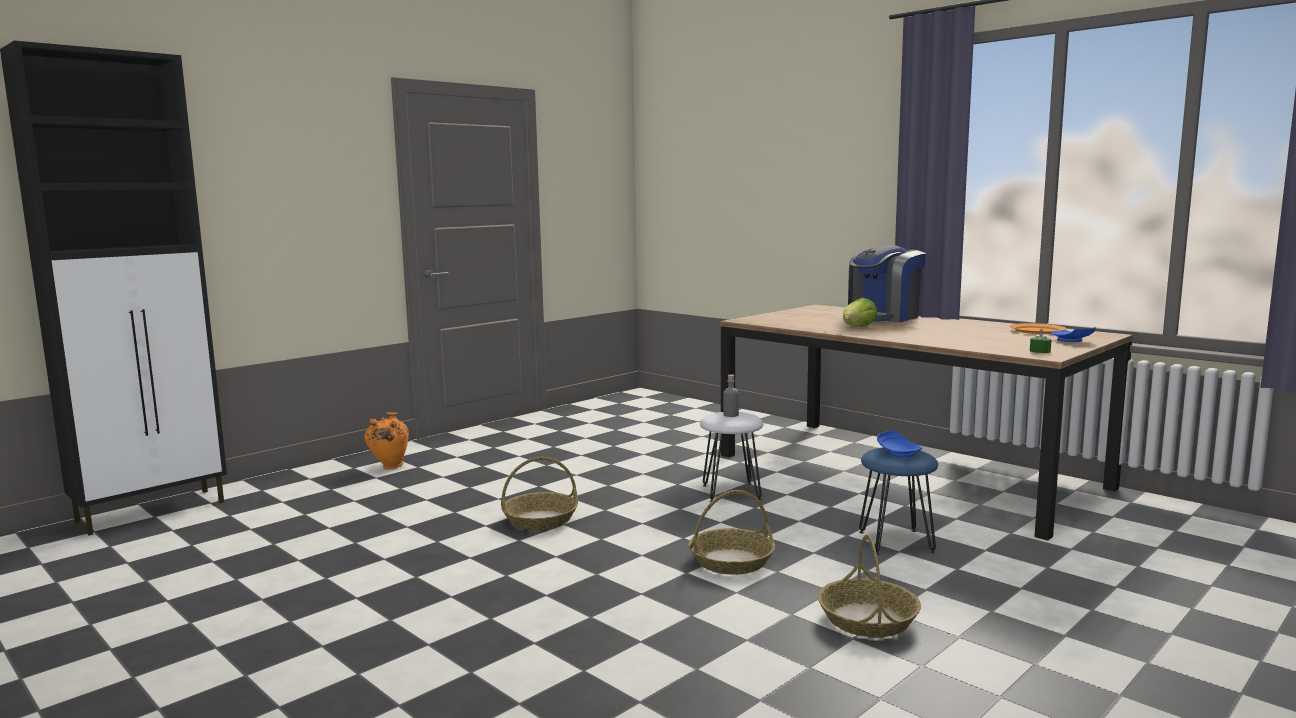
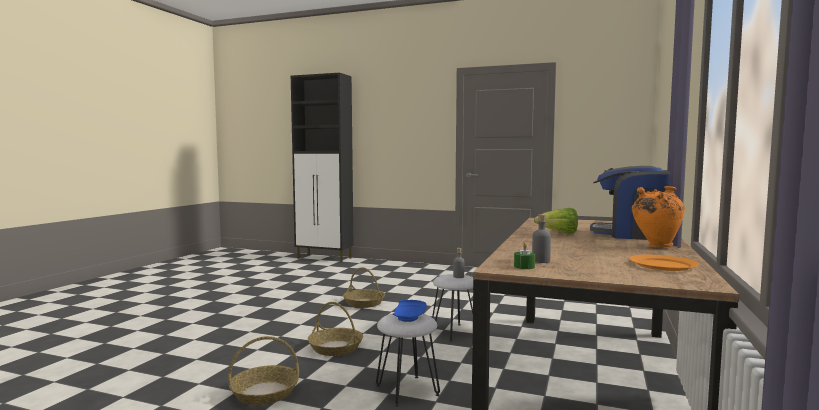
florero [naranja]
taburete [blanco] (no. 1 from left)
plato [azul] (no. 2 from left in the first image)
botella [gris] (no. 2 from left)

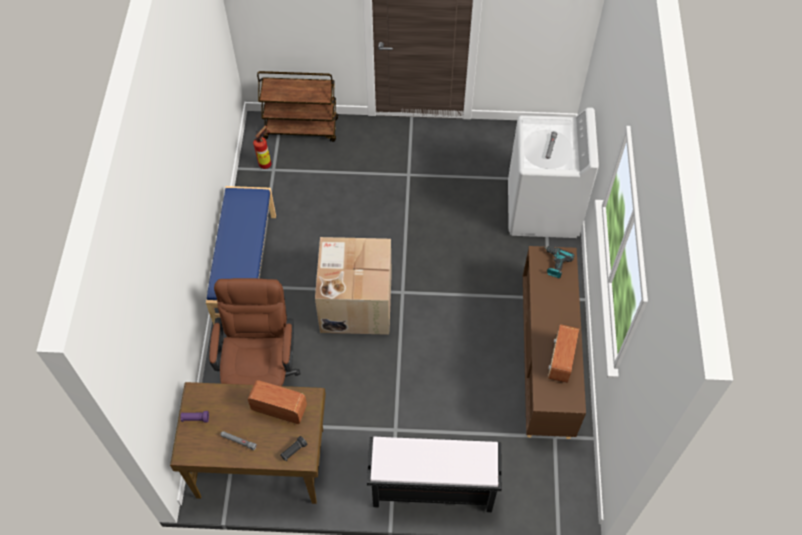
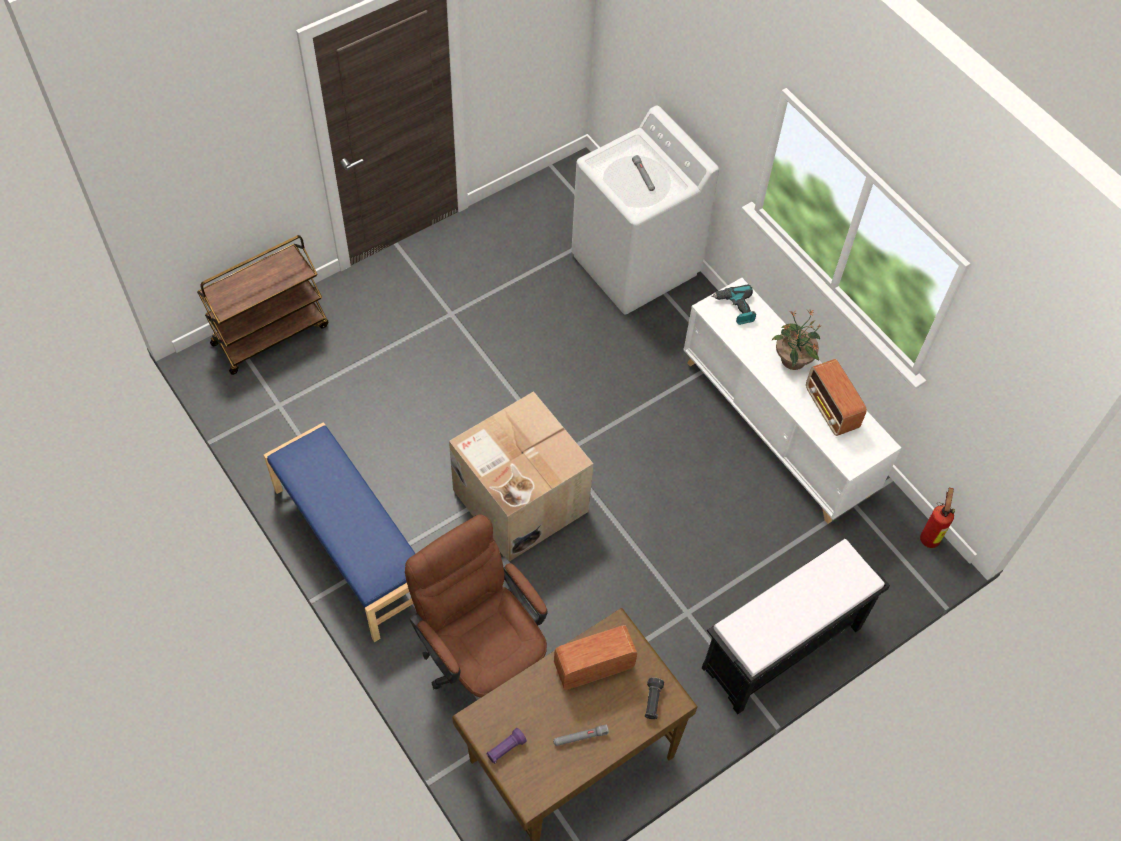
extintor
armario [blanco]
planta en maceta

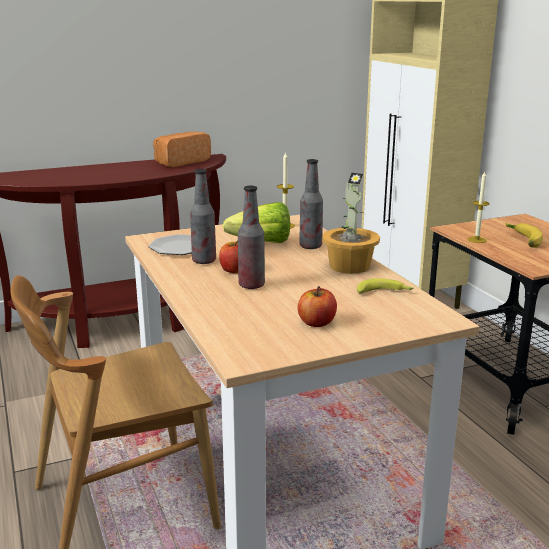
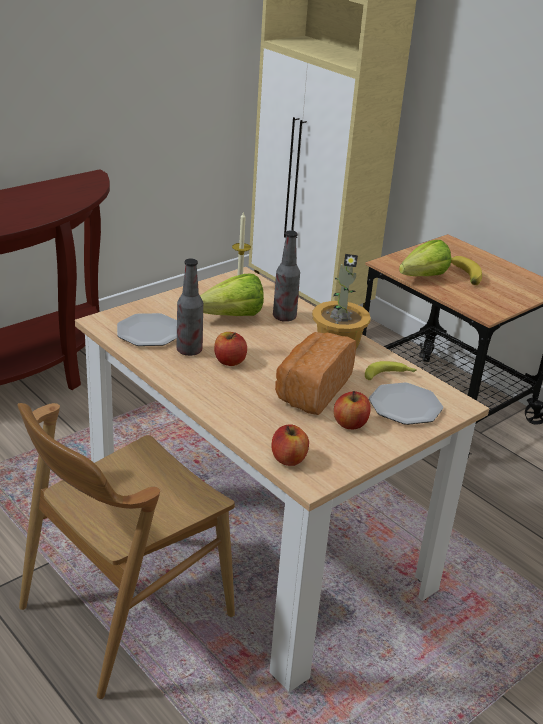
pan
botella (no. 2 from left in the first image)
lechuga (no. 2 from left)
manzana (no. 2 from left)
plato (no. 2 from left)

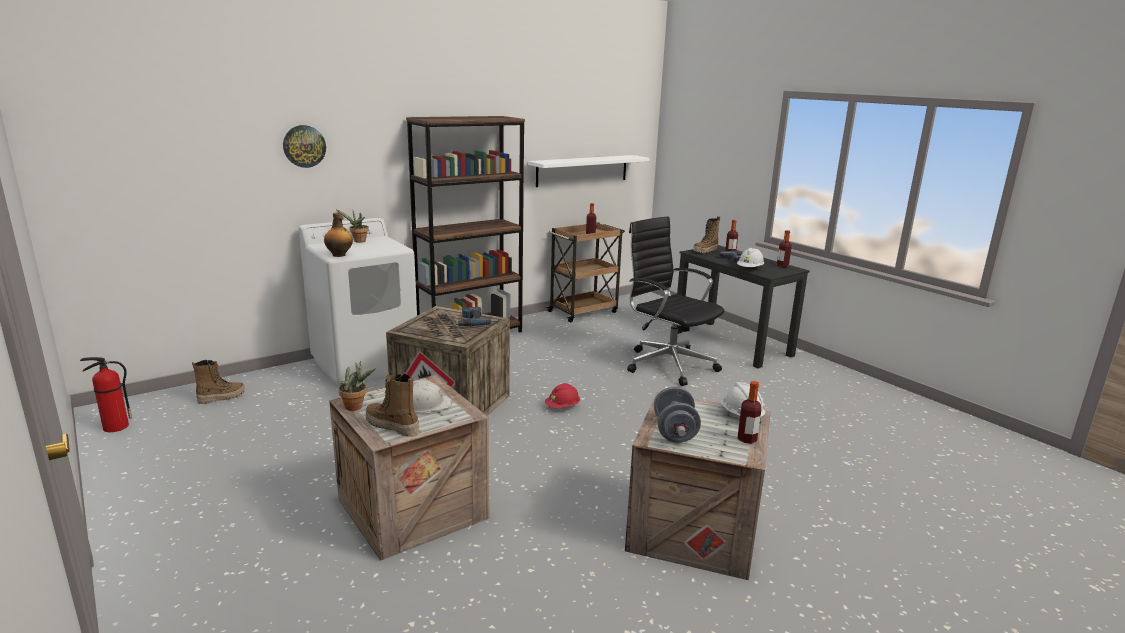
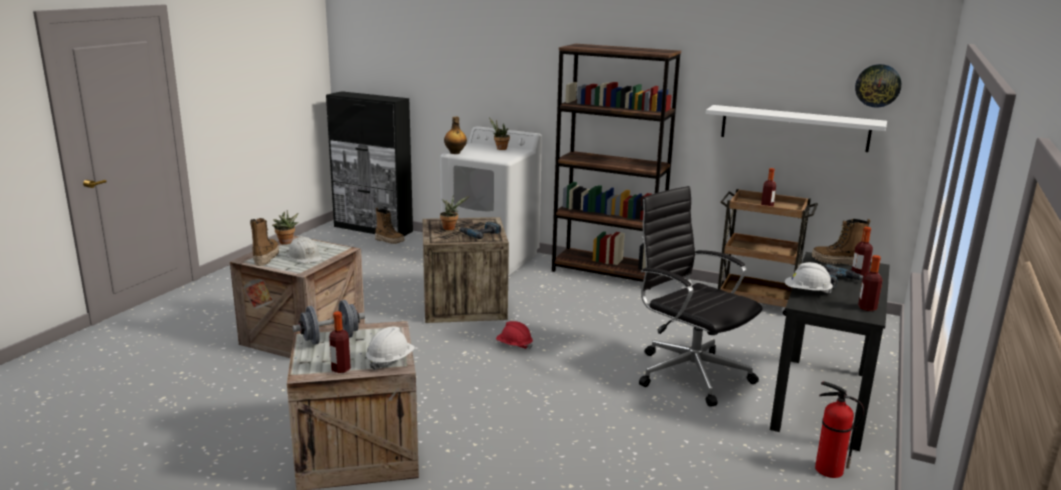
extintor
reloj de pared
silla de oficina [negro]
armario [negro]
planta en maceta (no. 2 from left)

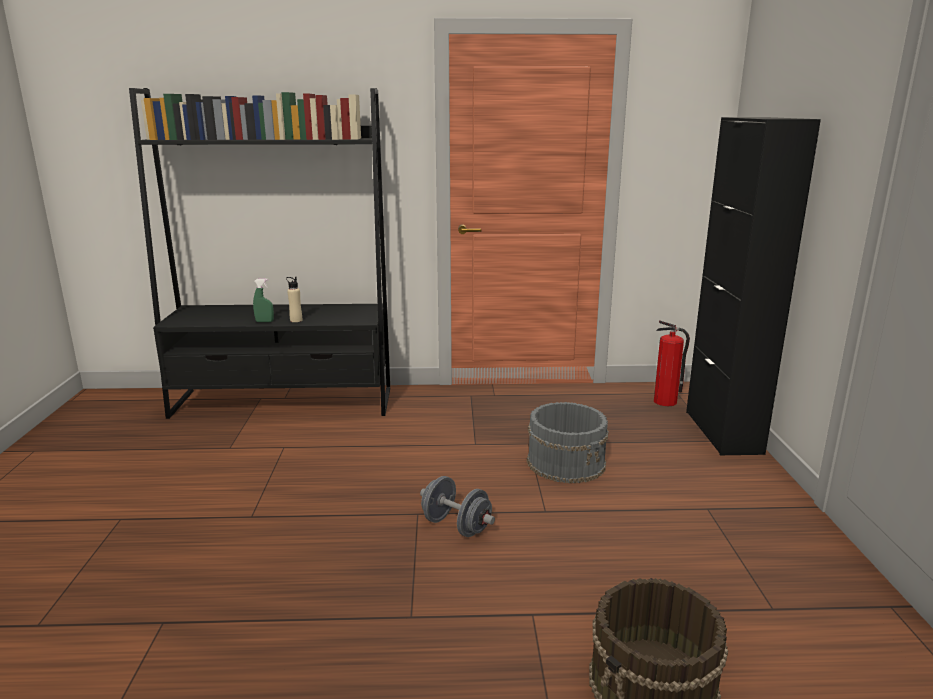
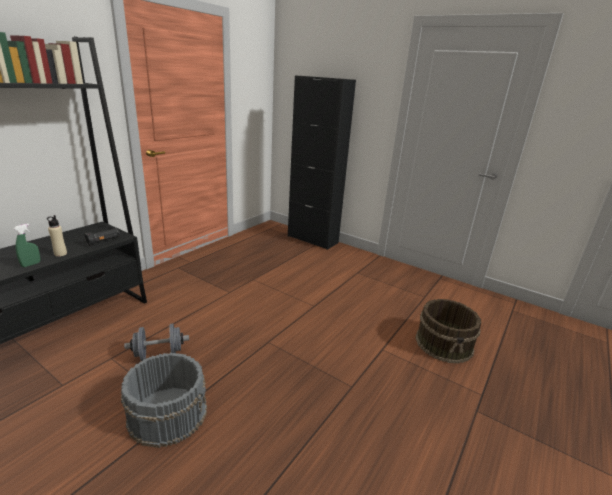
mancuerna [gris]
cubo [gris]
extintor
linterna [negro]

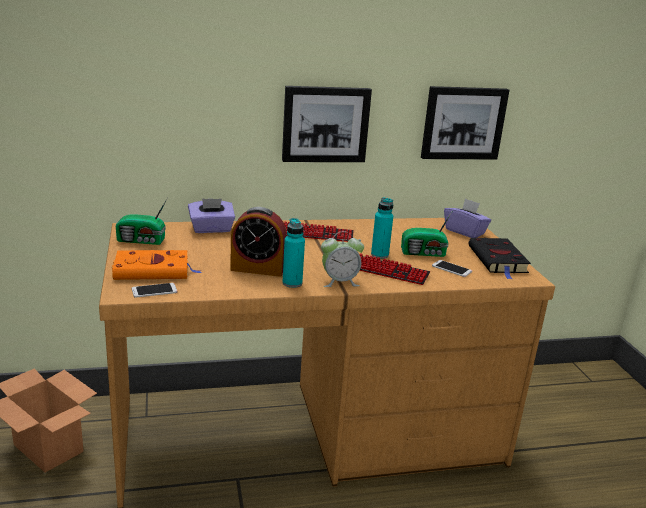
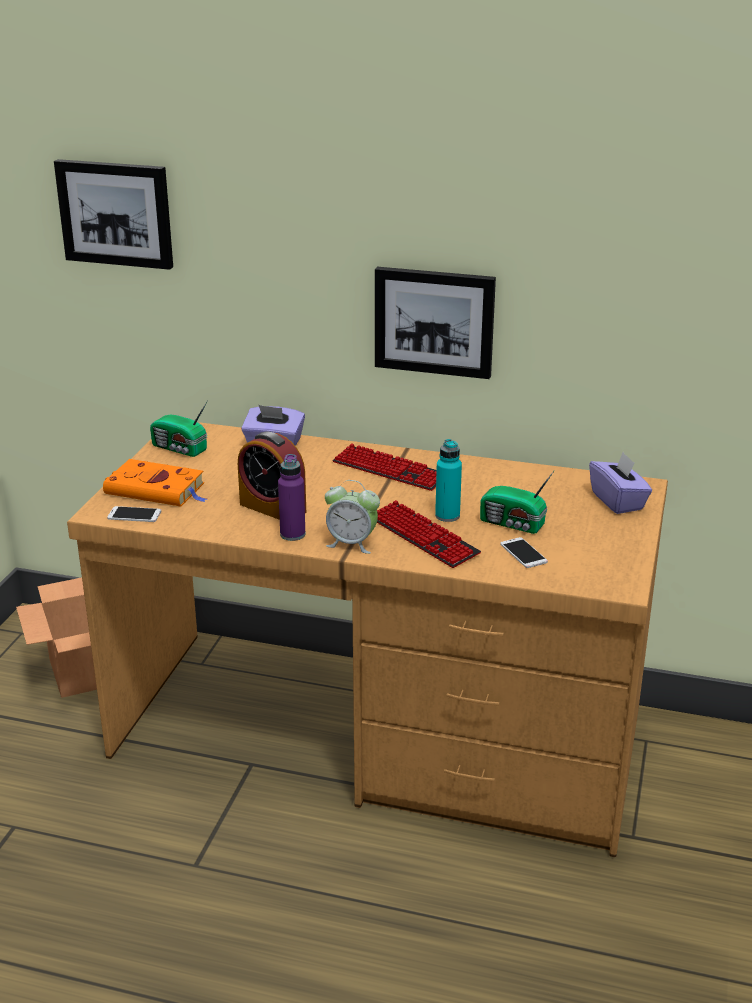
botella [morado]
cuadro (no. 1 from left)
libro [negro]

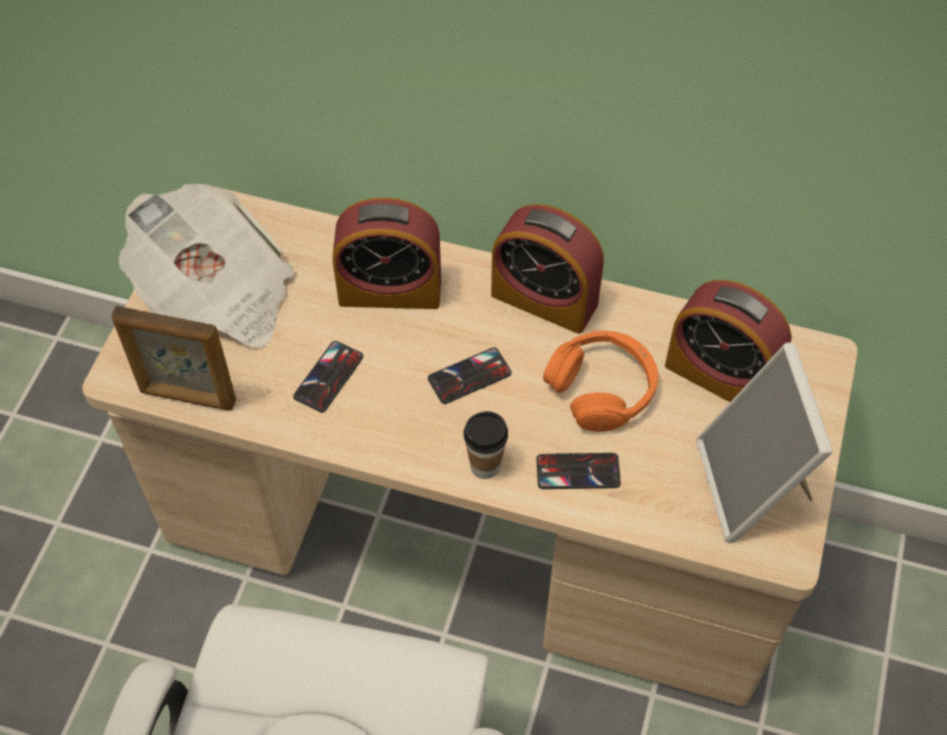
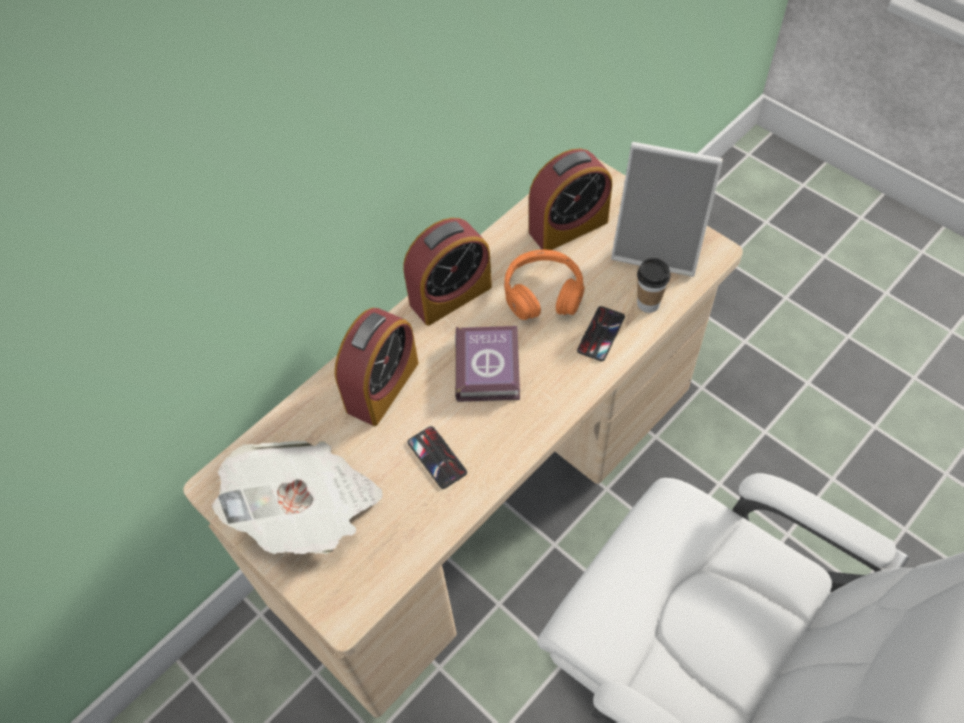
portarretratos (no. 1 from left in the first image)
libro
taza

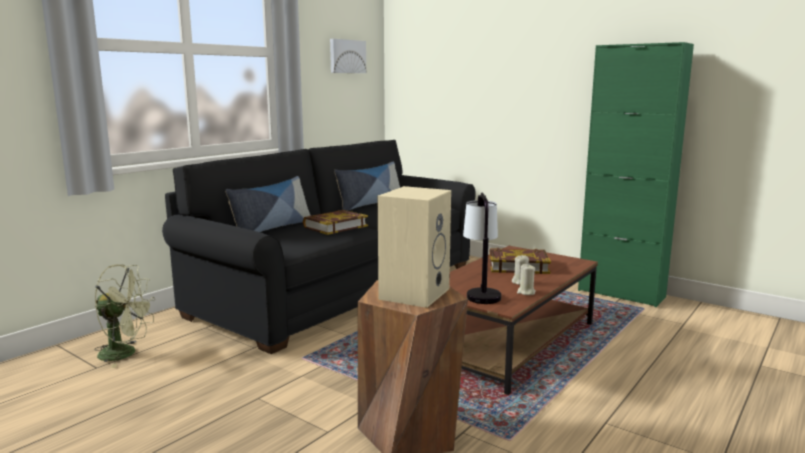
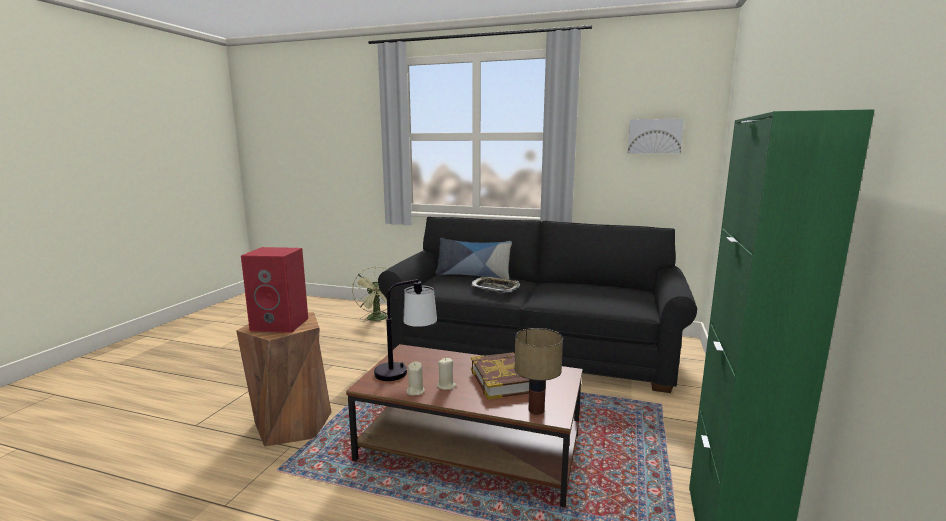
bandeja
cojín (no. 2 from left in the first image)
altavoz [rojo]
lámpara de mesa (no. 2 from left)

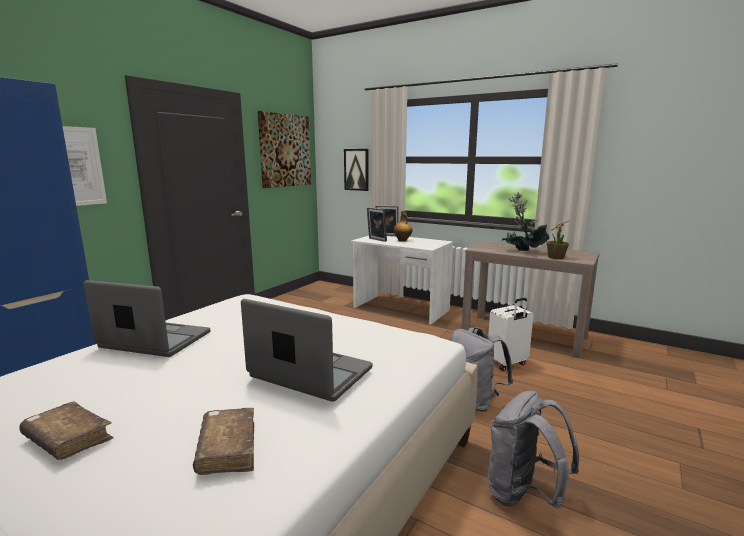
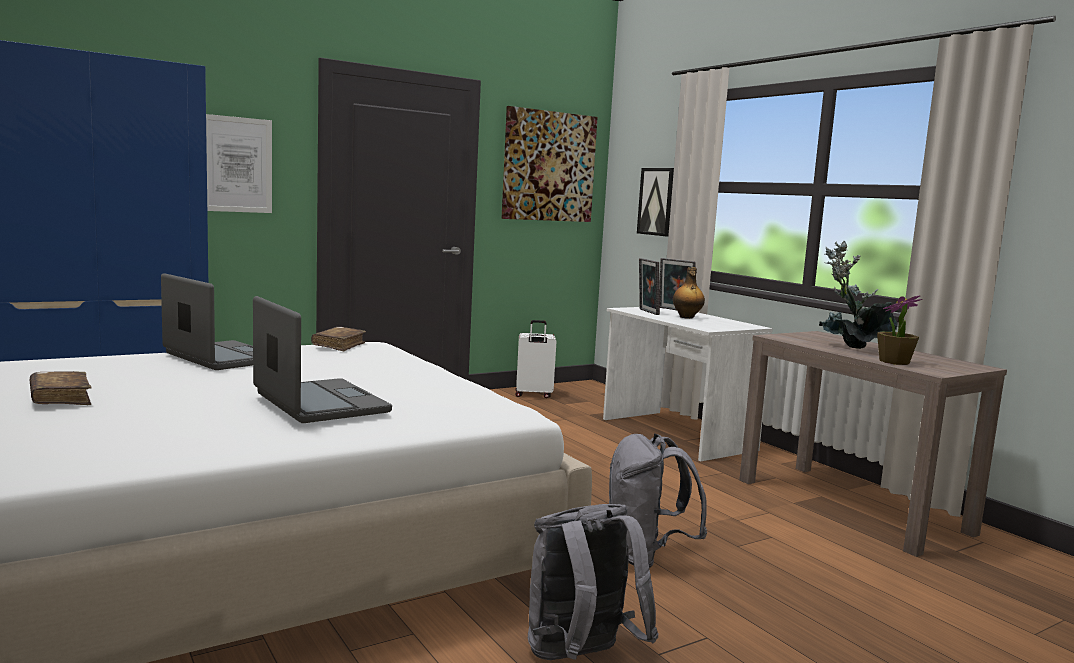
libro [marrón] (no. 2 from left)
maleta [blanco]

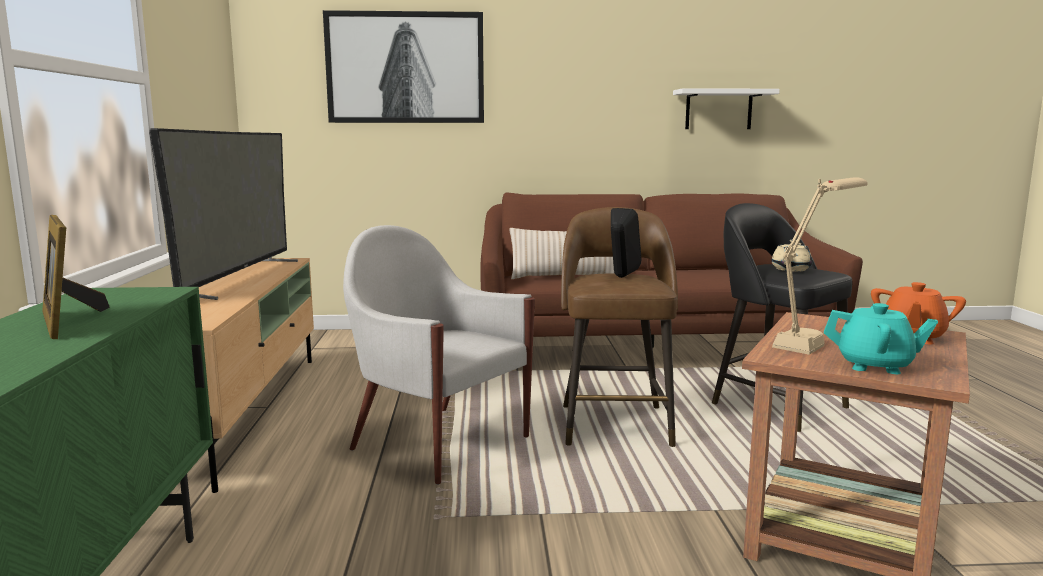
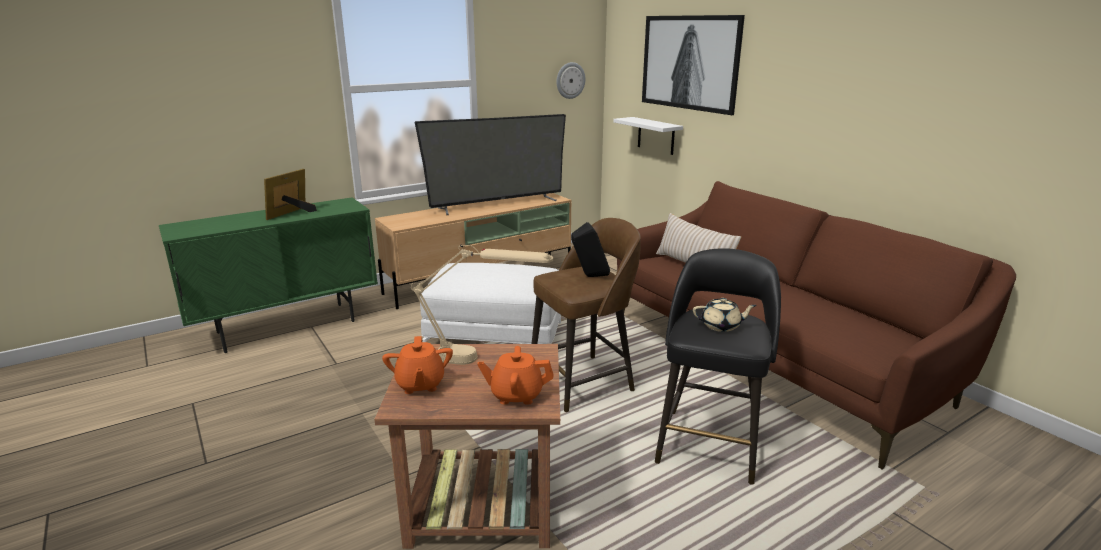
puf [blanco]
estante [blanco]
tetera [naranja] (no. 1 from left)
reloj de pared

